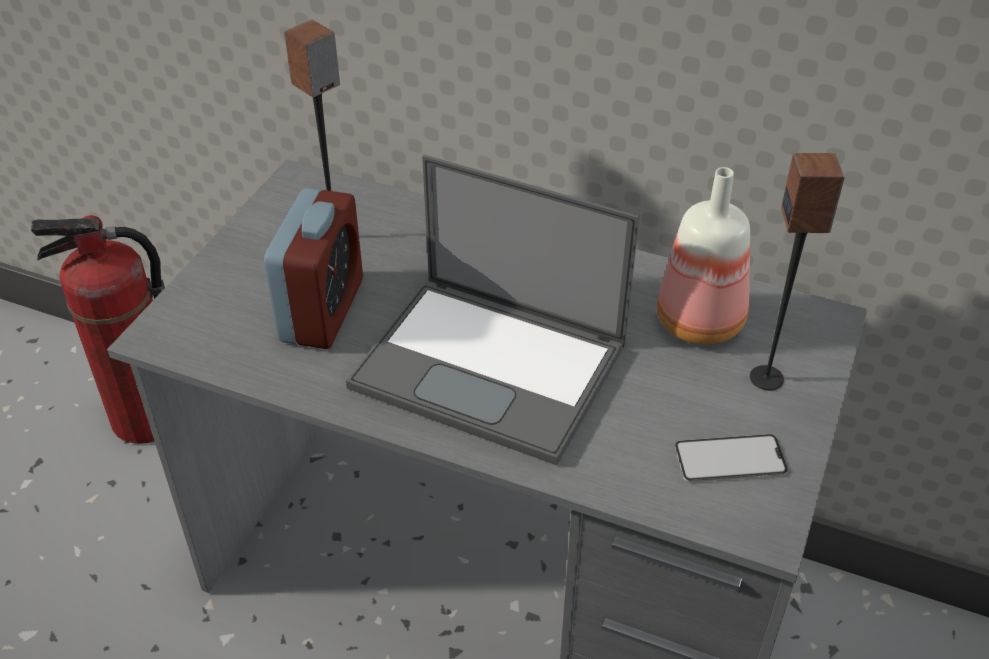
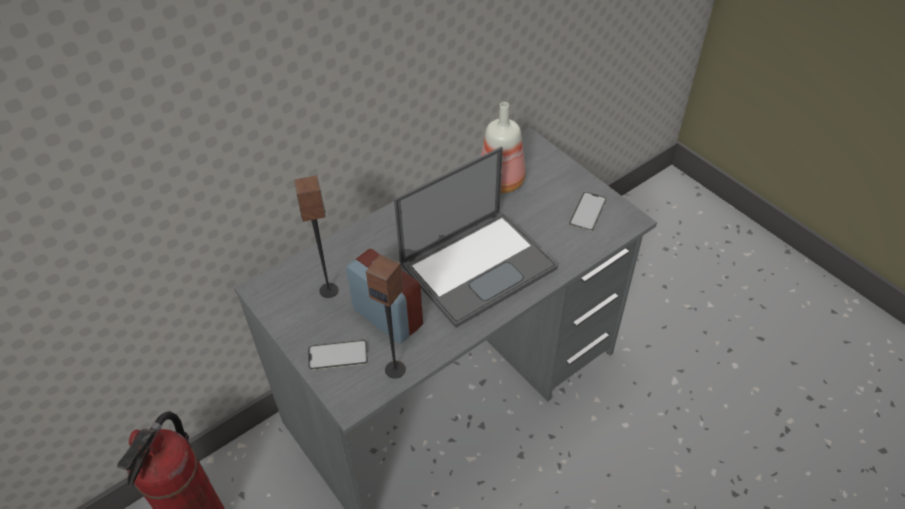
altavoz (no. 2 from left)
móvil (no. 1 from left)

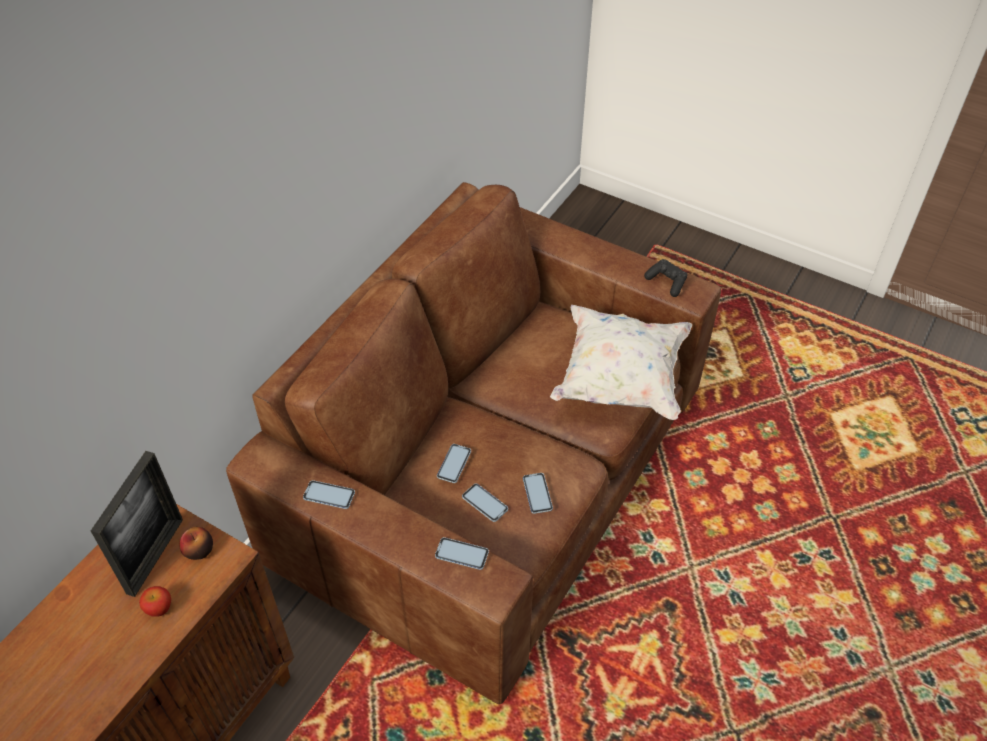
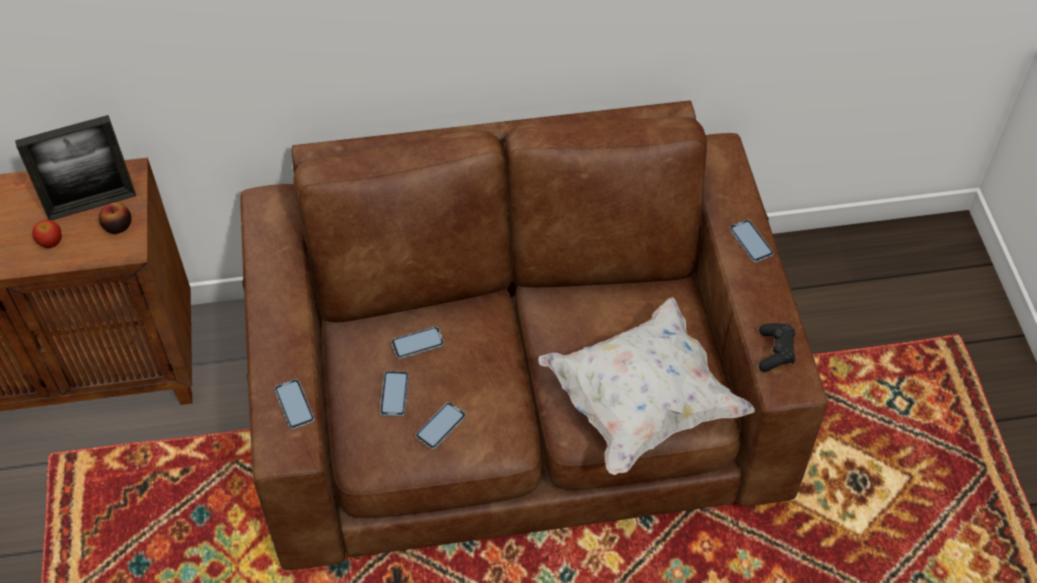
móvil (no. 5 from left)

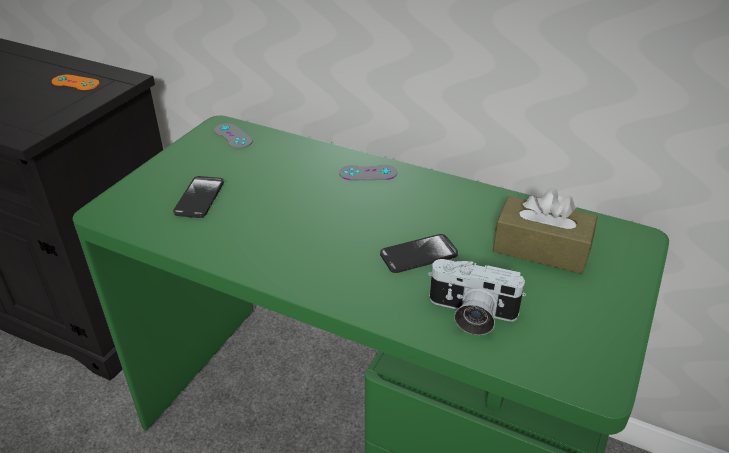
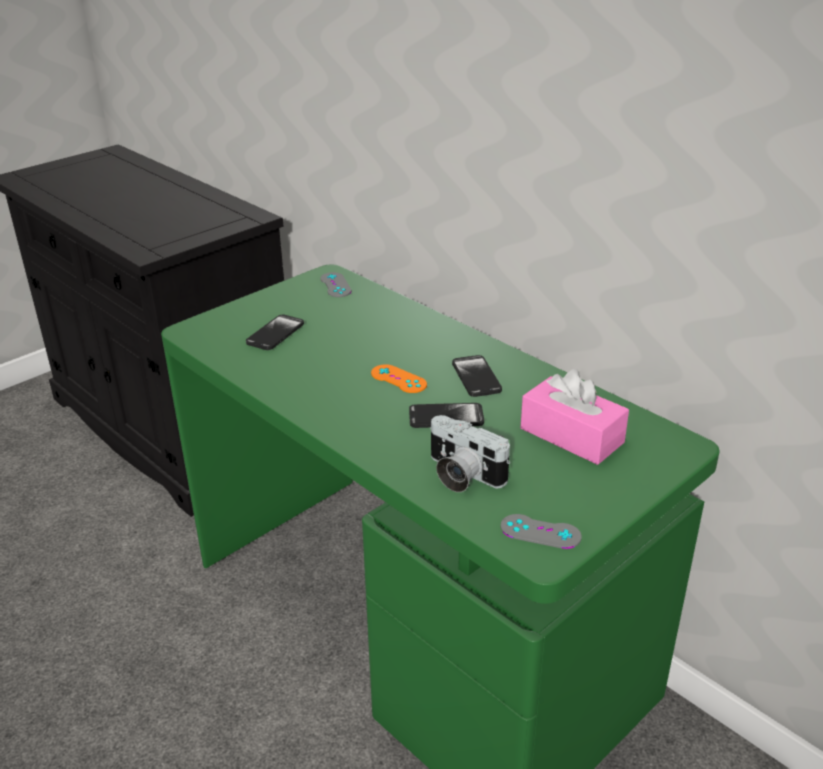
mando de consola [naranja]
mando de consola [gris] (no. 2 from left)
caja de pañuelos [rosa]
móvil (no. 3 from left)

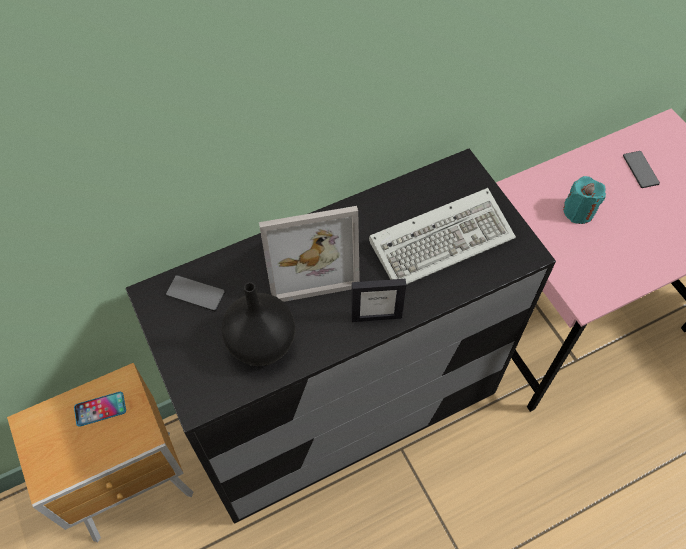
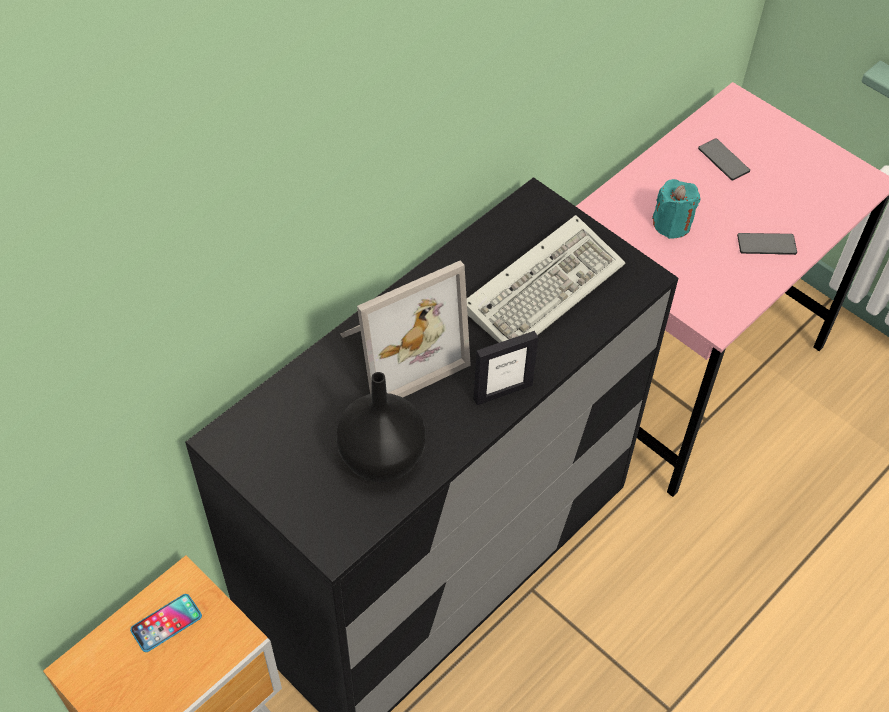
móvil (no. 3 from left)

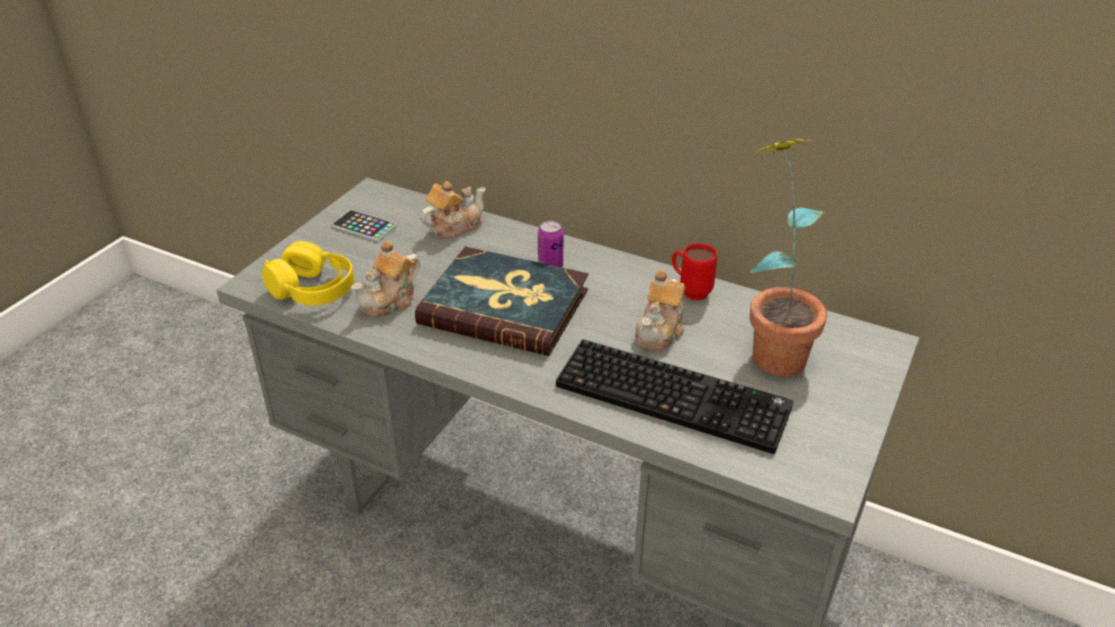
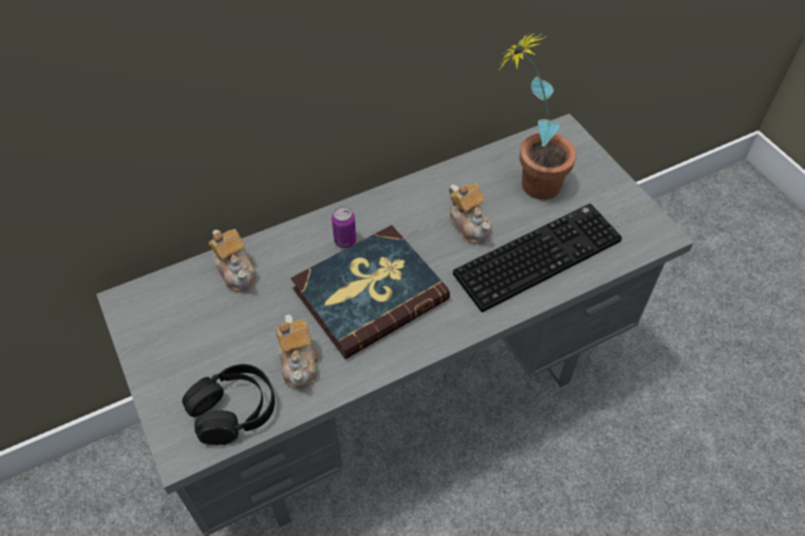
auriculares [negro]
móvil
tetera (no. 1 from left)
taza grande [rojo]

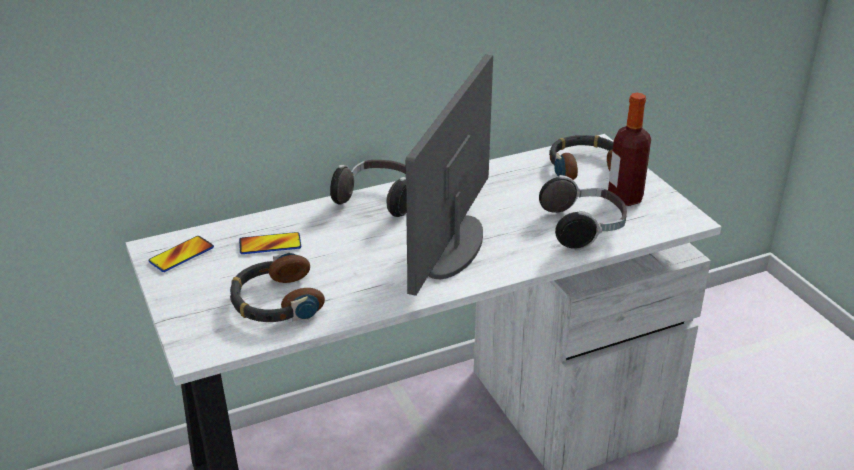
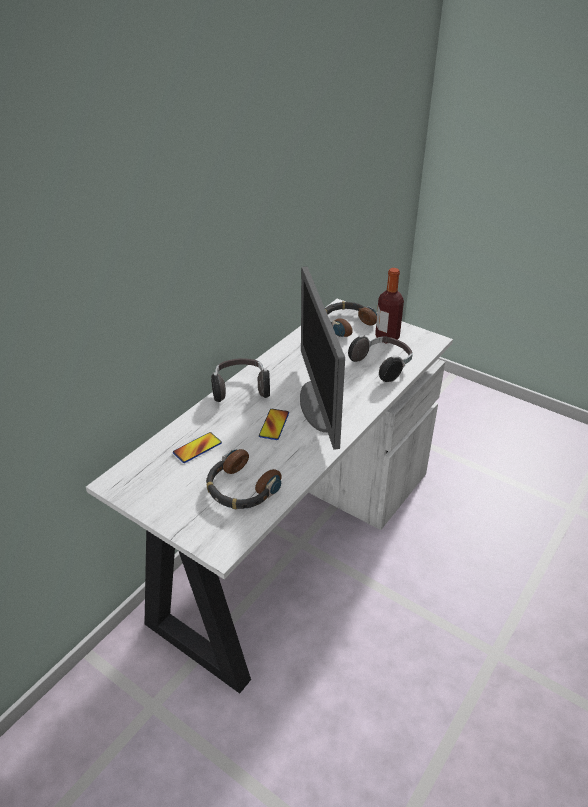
móvil (no. 2 from left)

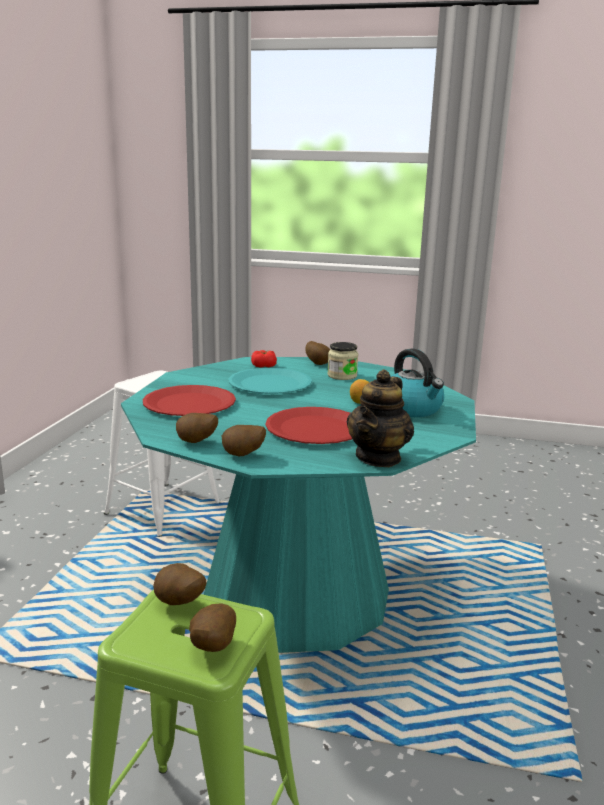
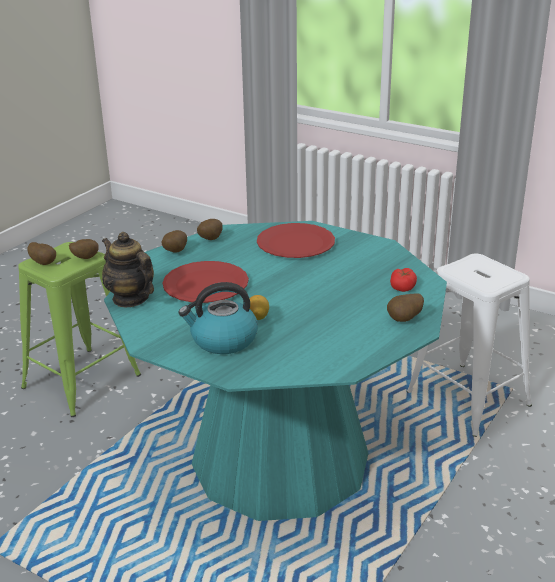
plato [turquesa]
tarro

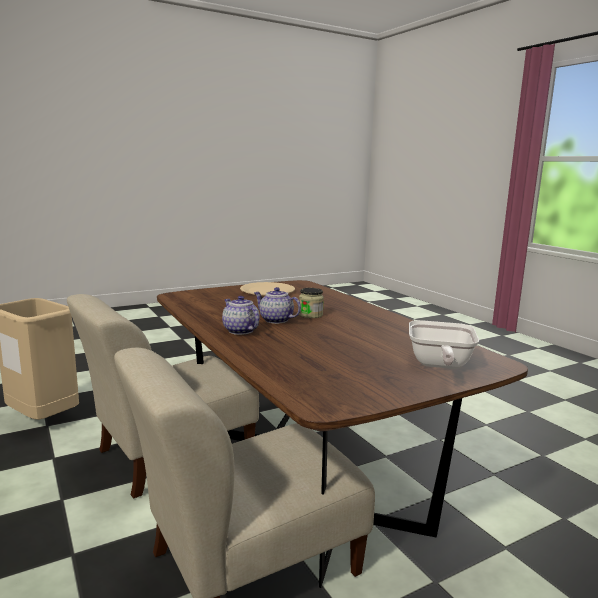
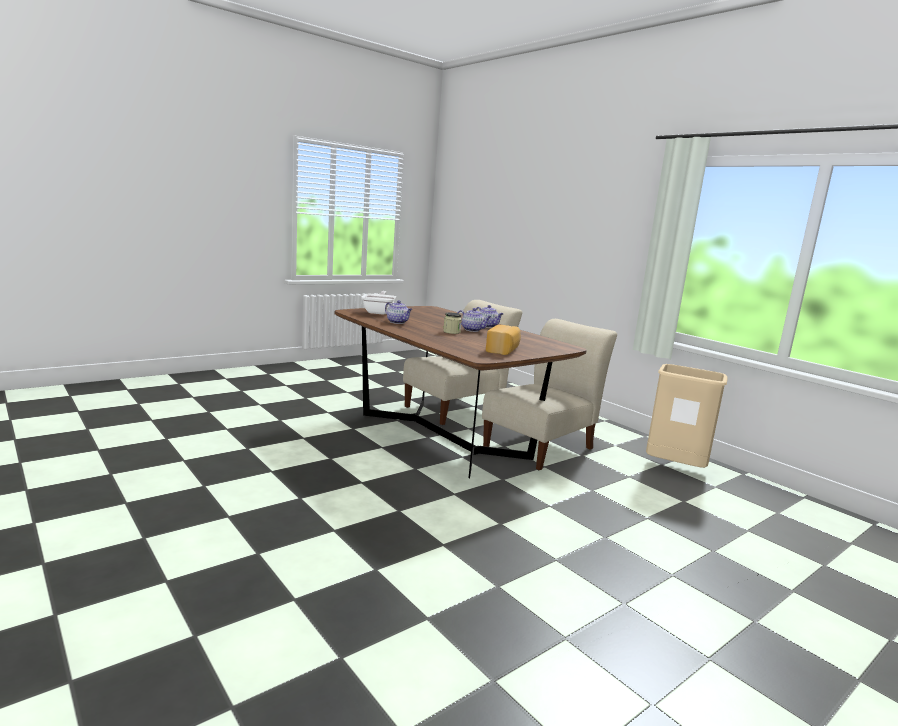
pan
tetera (no. 1 from left)

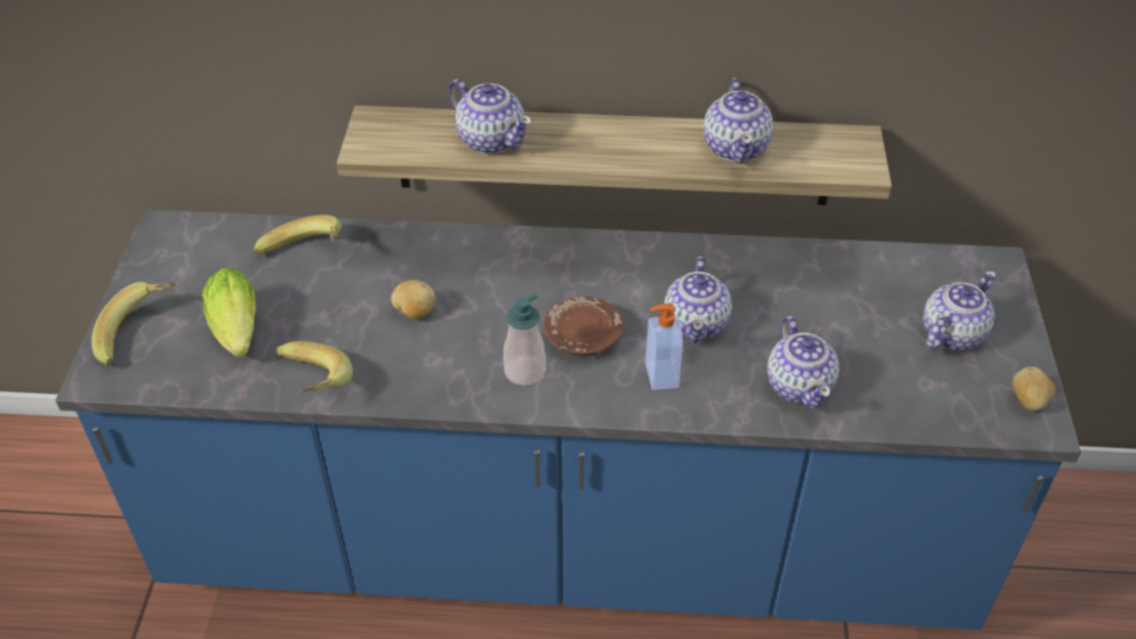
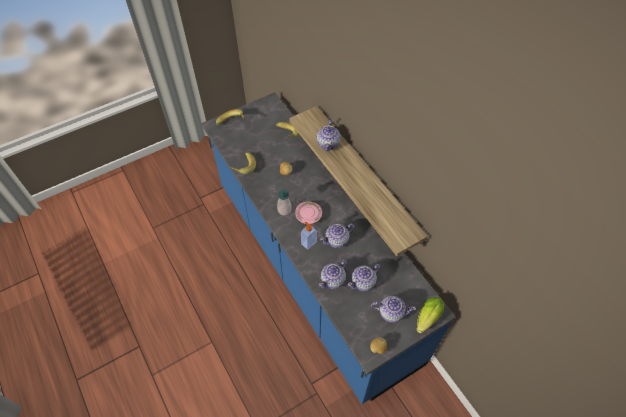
lechuga
plato [rosa]
tetera (no. 4 from left)

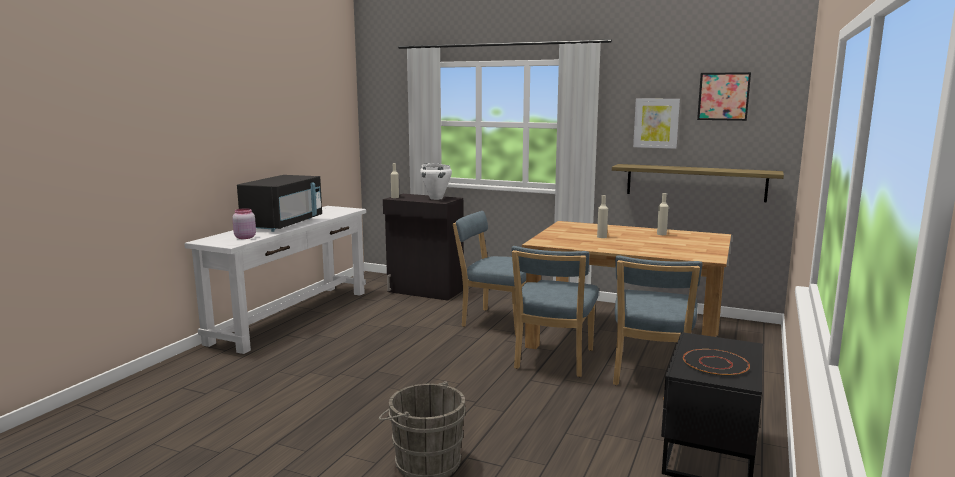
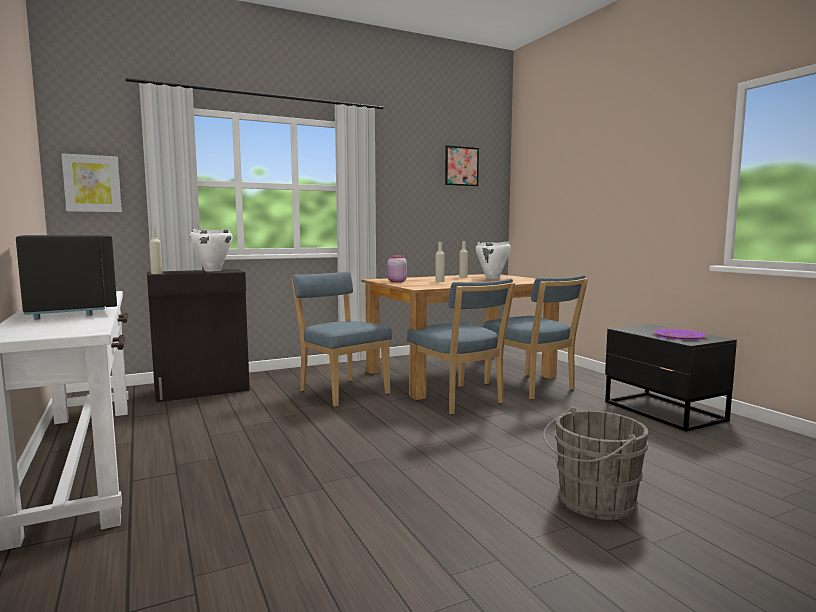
tarro [rosa]
silla [azul] (no. 1 from left)
estante
cuadro (no. 1 from left)
plato [morado]
olla [blanco] (no. 2 from left)

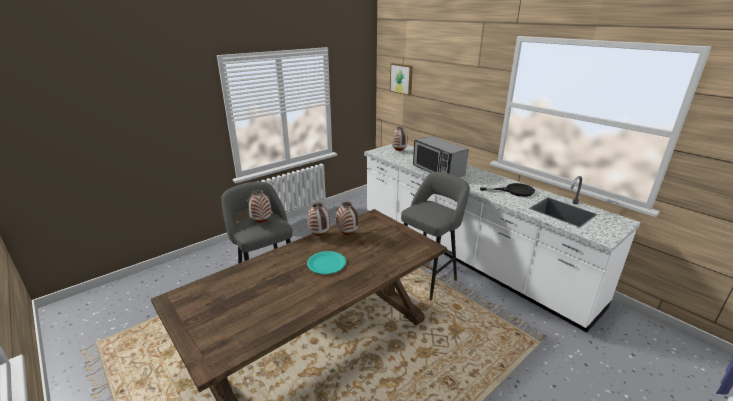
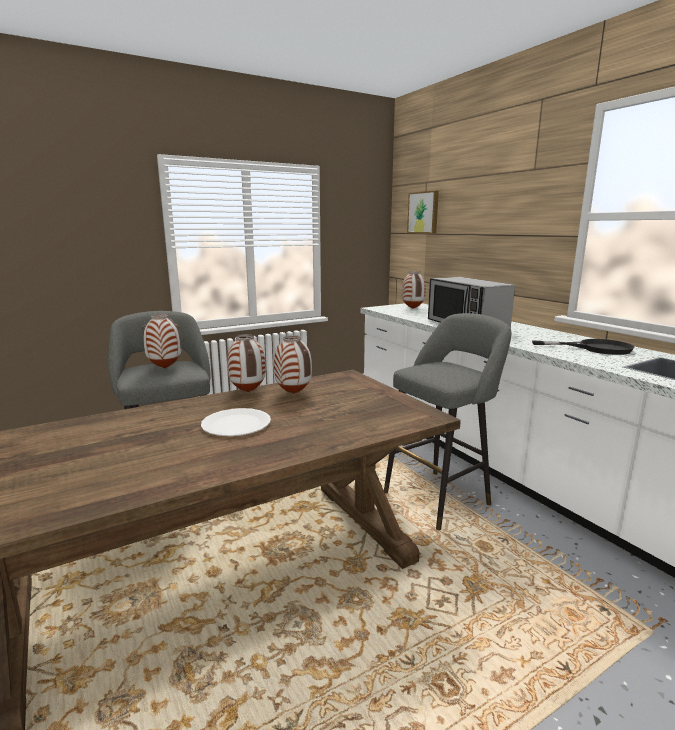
plato [blanco]

